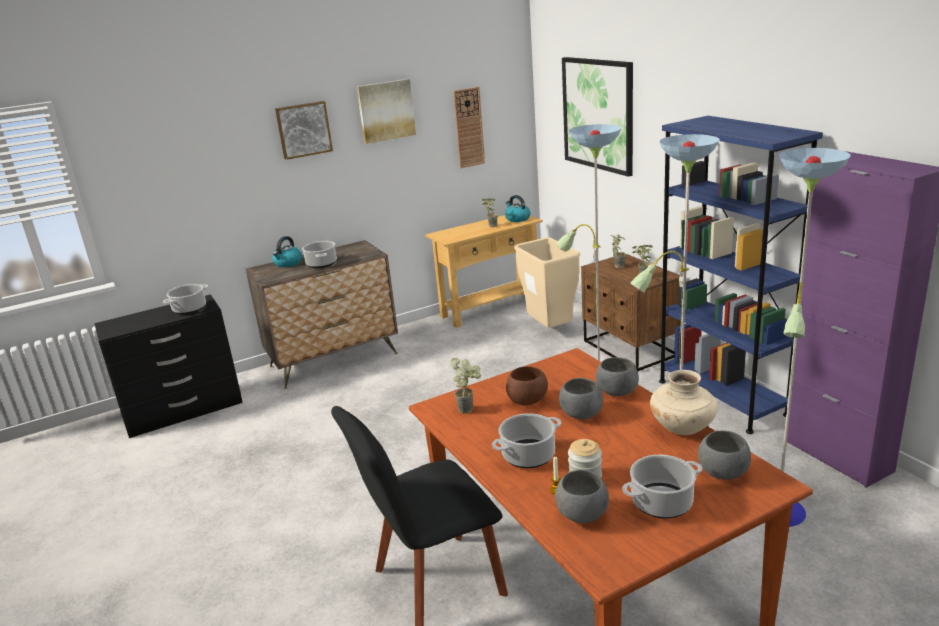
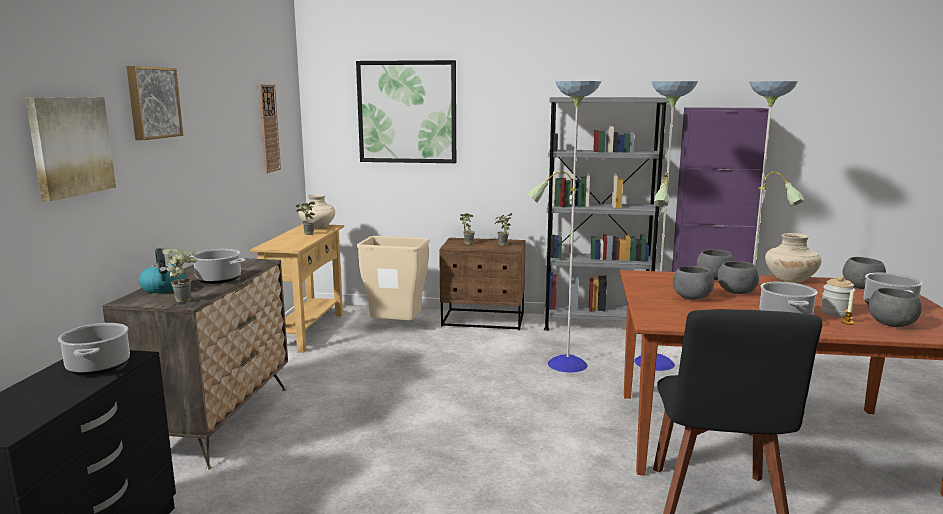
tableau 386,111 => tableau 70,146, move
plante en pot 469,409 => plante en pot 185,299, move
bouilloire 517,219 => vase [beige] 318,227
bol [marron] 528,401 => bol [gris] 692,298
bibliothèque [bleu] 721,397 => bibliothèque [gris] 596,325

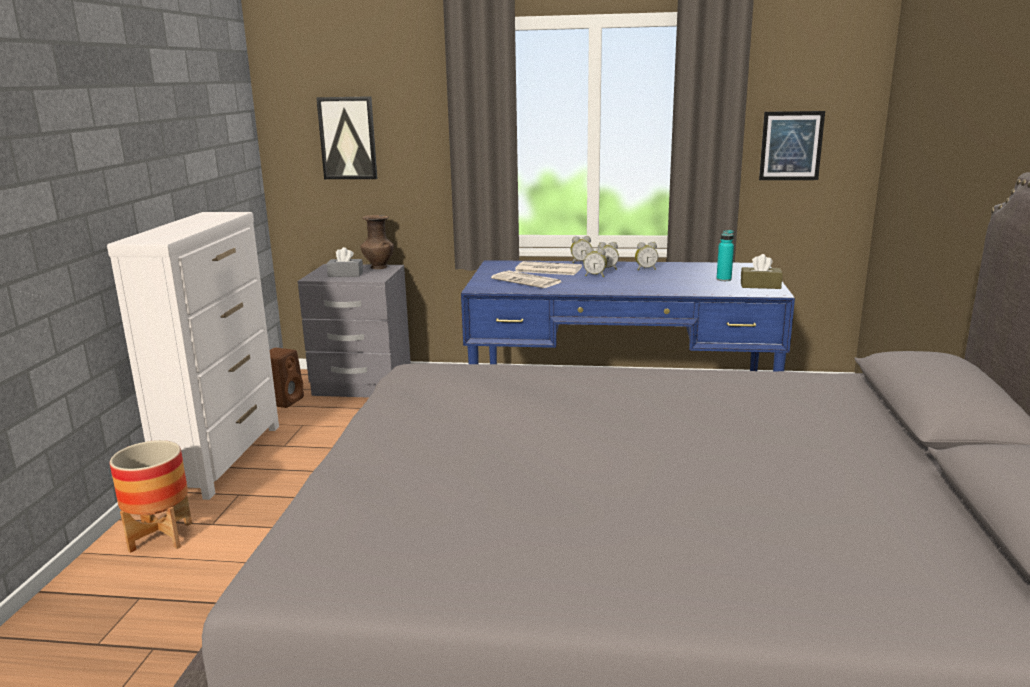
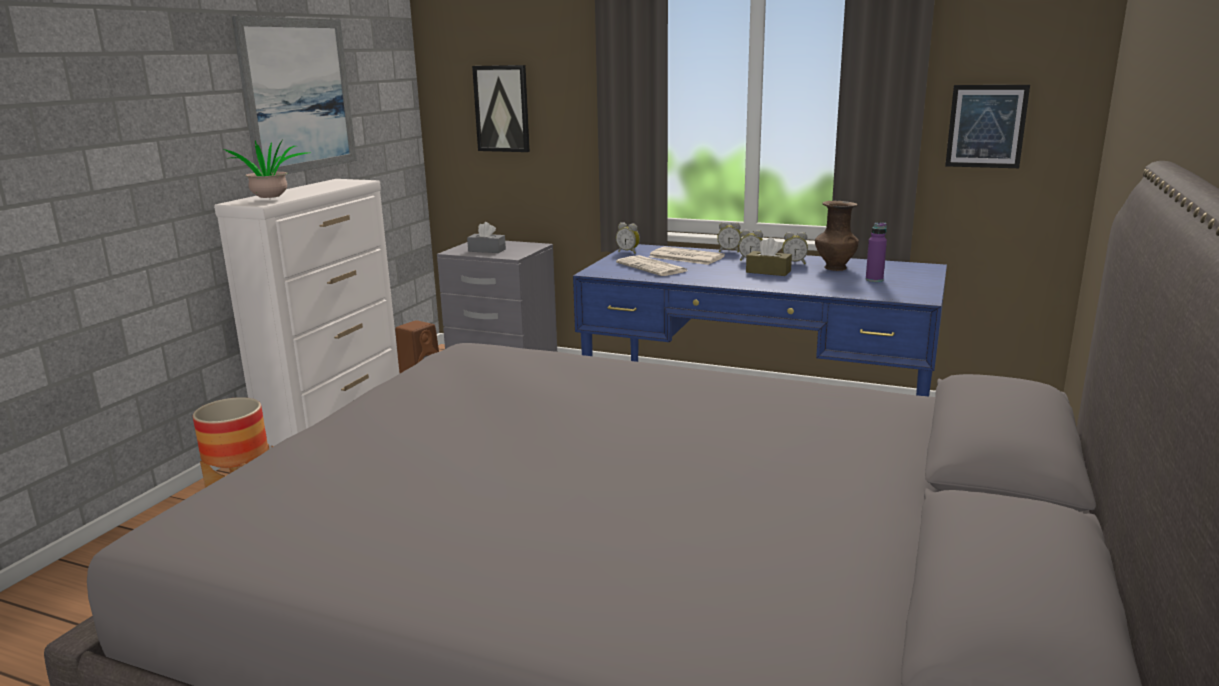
vase [marron] 378,267 => vase [marron] 834,268, move
réveil 595,276 => réveil 628,252, move
bouteille [turquoise] 723,279 => bouteille [violet] 874,280
boîte à mouchoirs [marron] 760,286 => boîte à mouchoirs [marron] 768,272, move
nothing => plante en pot 270,200
nothing => tableau 298,95

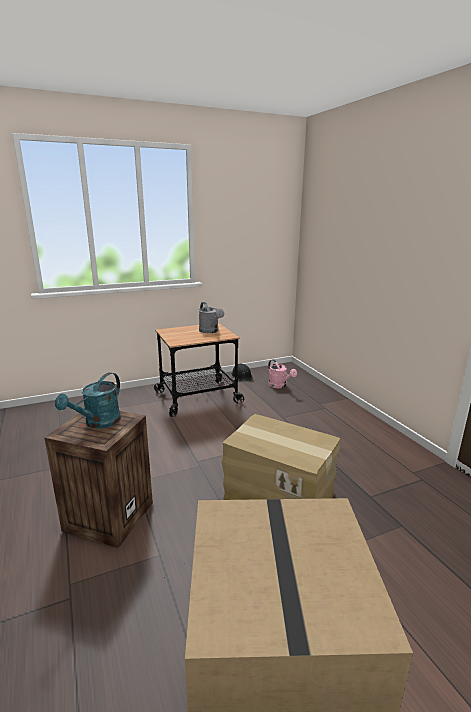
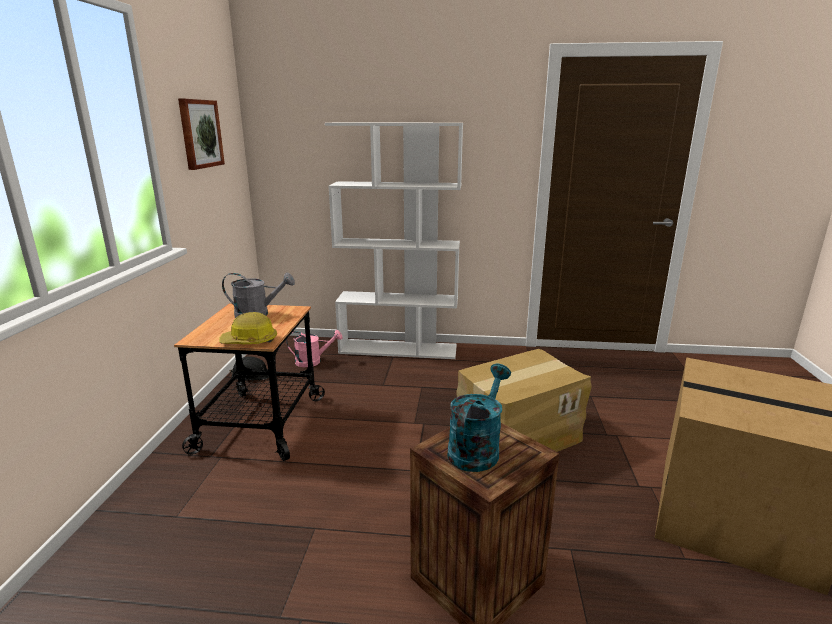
arrosoir [turquoise] 98,423 => arrosoir [turquoise] 477,448, 120 degrees counterclockwise
nothing => tableau 200,134
nothing => casque de chantier 250,341
nothing => bibliothèque [blanc] 399,349

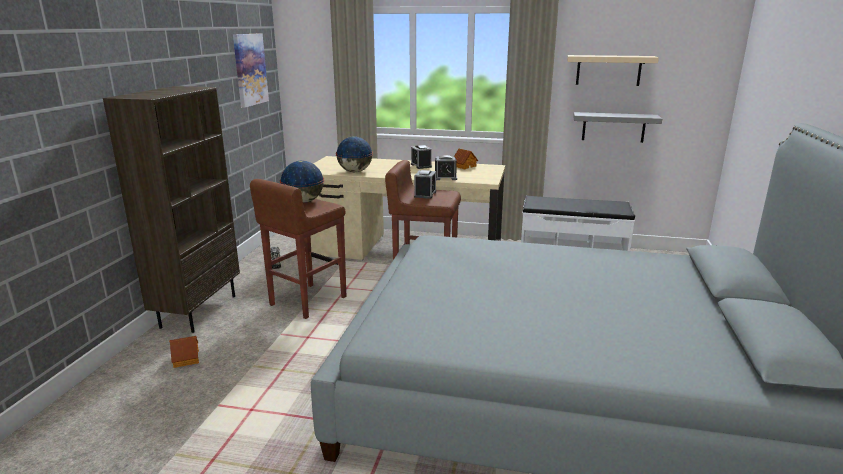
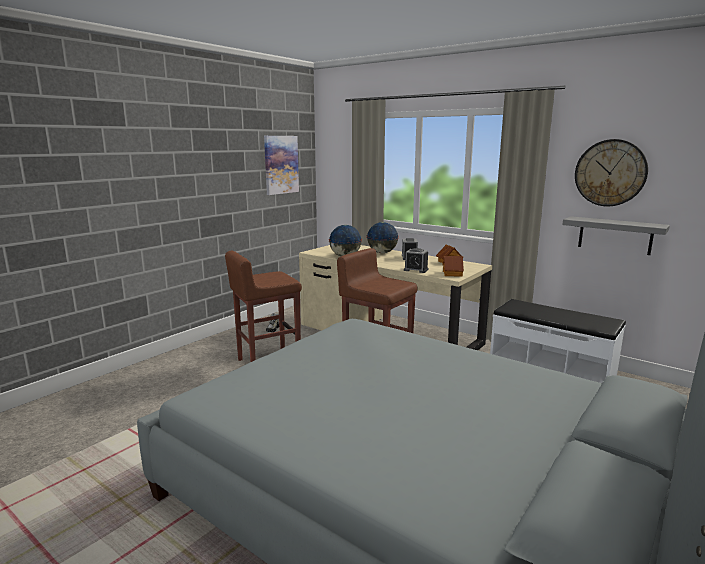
bibliothèque [marron] 198,311 => nothing
maison miniature 187,359 => maison miniature 452,273, move
globe 303,201 => globe 382,252, move
réveil 425,194 => nothing
étagère [beige] 608,70 => horloge murale 610,173

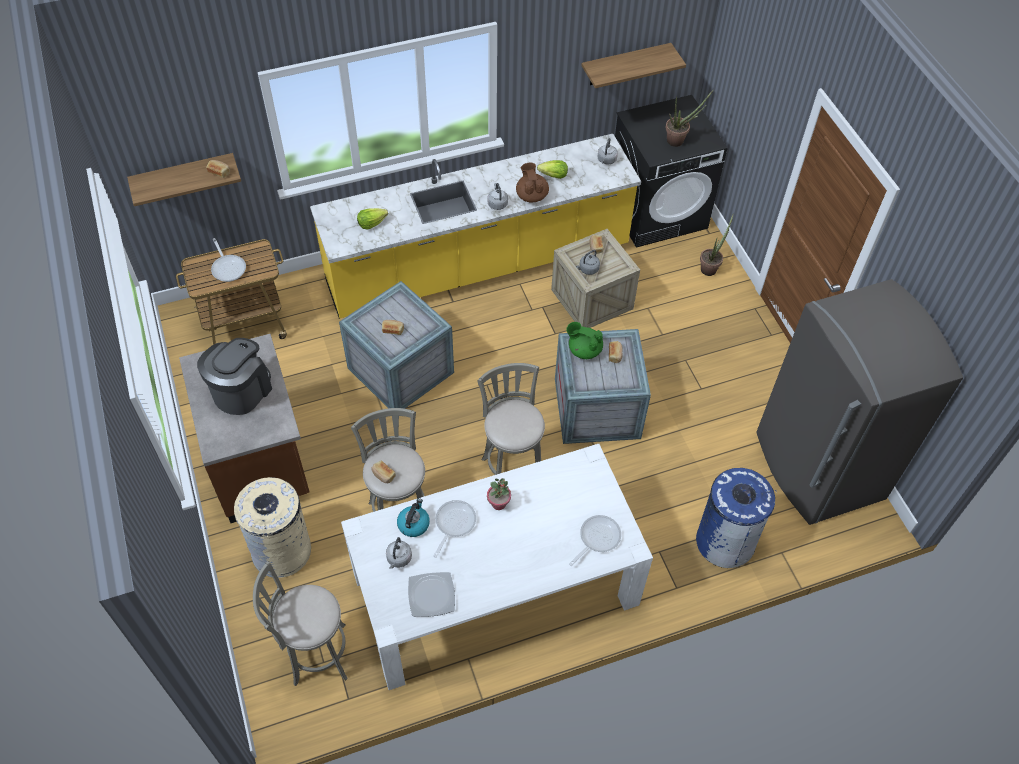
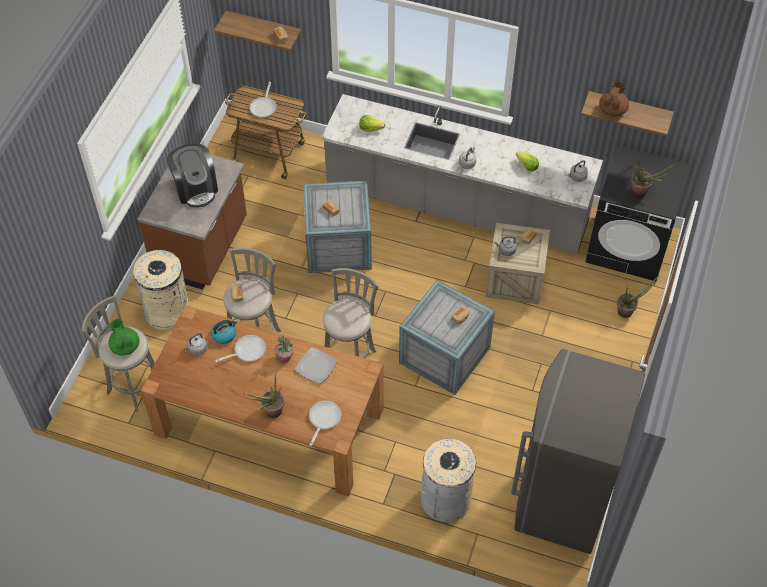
machine à café 241,390 => machine à café 195,188, 90 degrees clockwise
comptoir de cuisine [jaune] 478,266 => comptoir de cuisine [gris] 456,207
table à manger [blanc] 495,588 => table à manger [marron] 269,421
assiette 431,595 => assiette 316,366, move
théière [marron] 531,195 => théière [marron] 612,110, move
théière [vert] 584,350 => théière [vert] 125,346, move
poêle 597,538 => poêle 323,419, 60 degrees counterclockwise
poubelle [bleu] 725,541 => poubelle [beige] 446,499
nothing => plante en pot 270,412

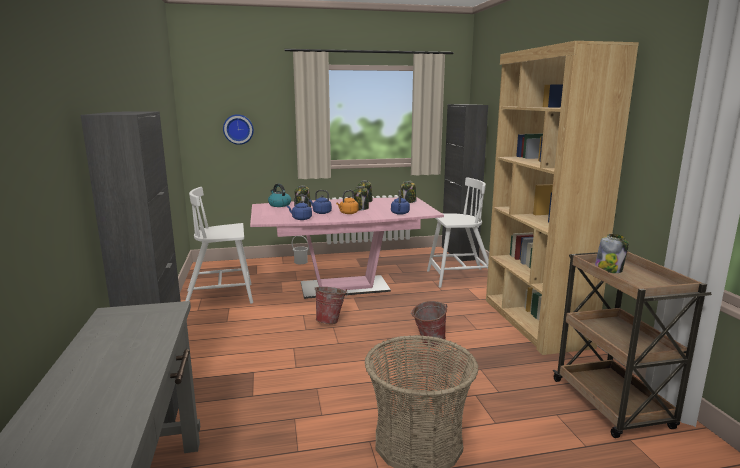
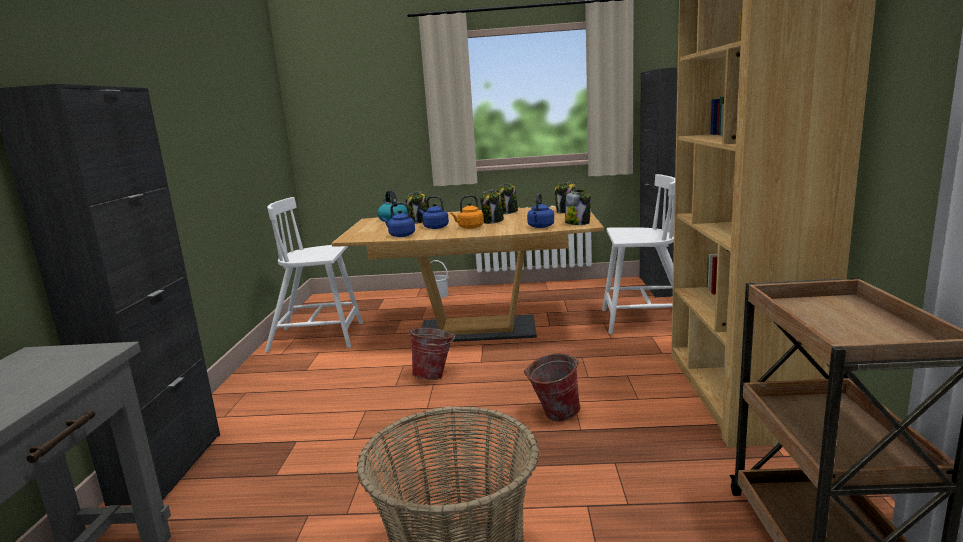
horloge murale 238,129 => nothing
table à manger [rose] 344,287 => table à manger [marron] 477,330
bocal 609,269 => bocal 578,223, move

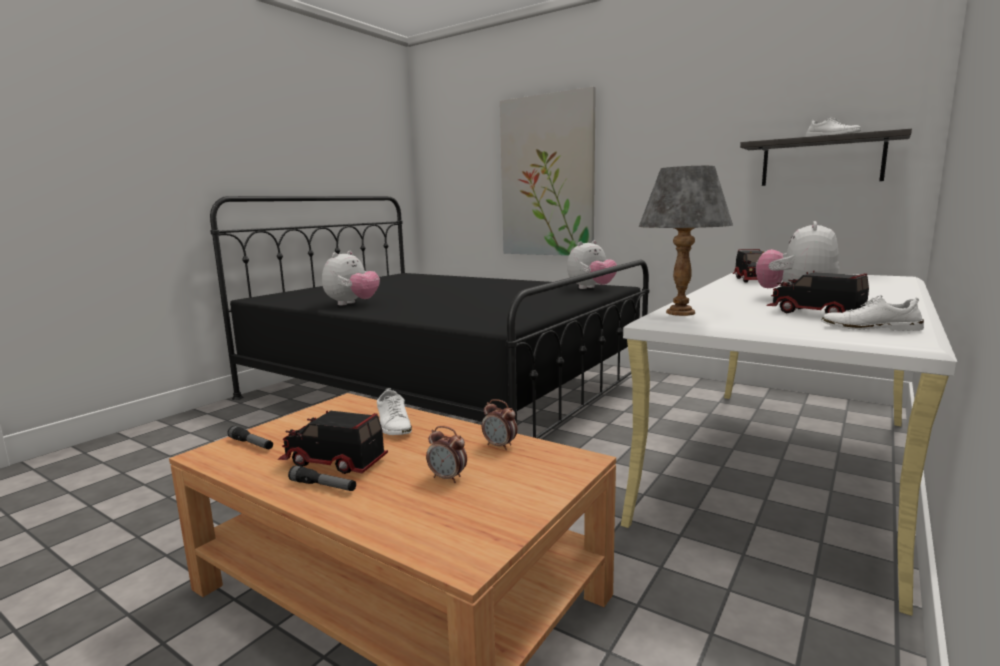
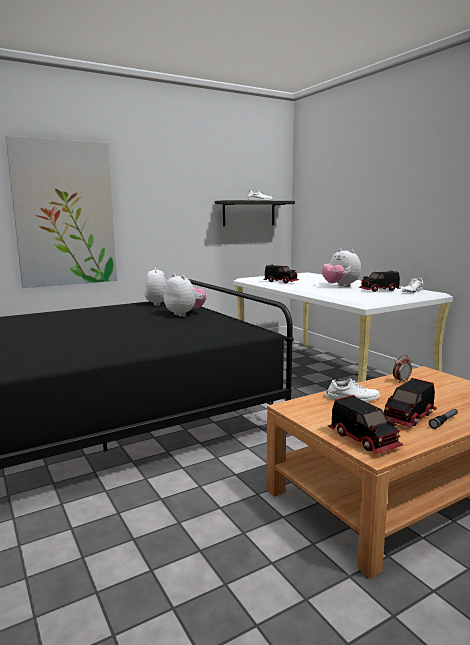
lampe de poche 251,444 => camion jouet 364,439
peluche 352,304 => peluche 184,314, move
réveil 447,478 => nothing
lampe de table [gris] 680,312 => nothing

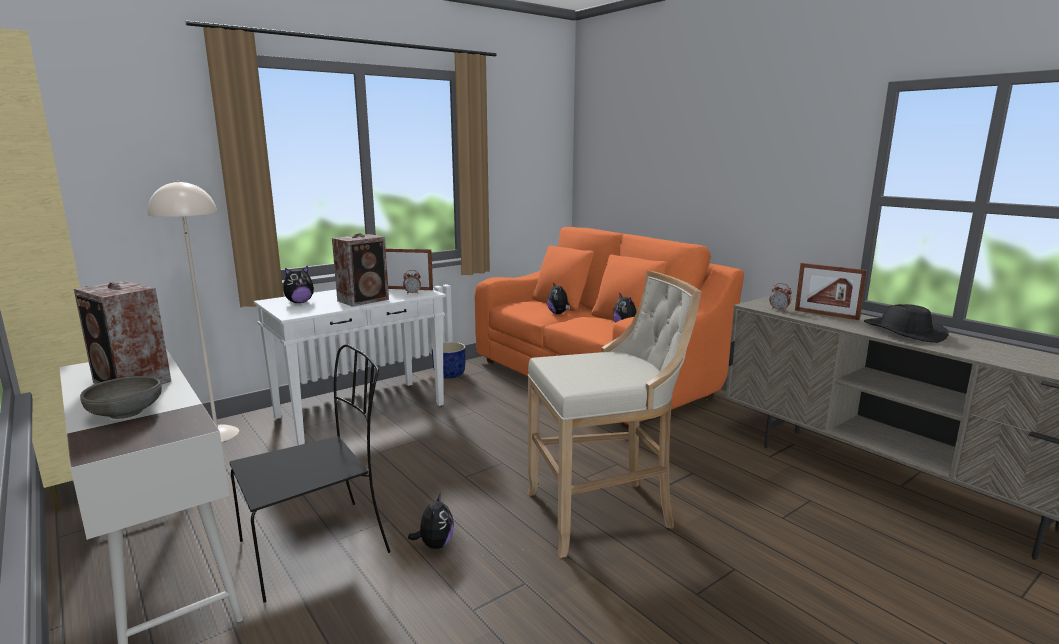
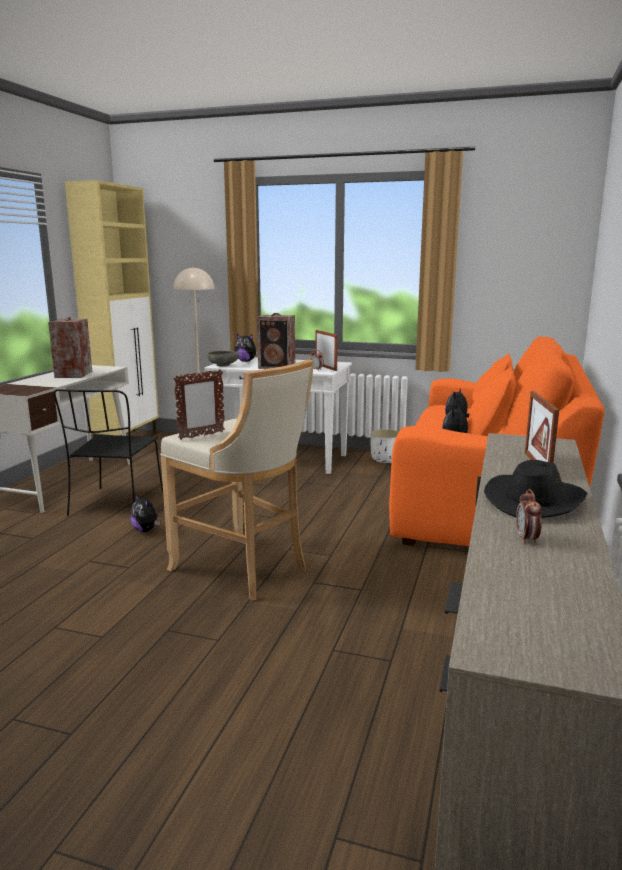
bol [gris] 126,413 => bol [gris] 223,365, move
chaise [noir] 318,546 => chaise [noir] 116,504, 75 degrees clockwise
peluche 435,544 => peluche 146,530, 75 degrees clockwise
cache-pot [bleu] 450,374 => cache-pot [blanc] 385,460
réveil 779,310 => réveil 527,539, move
nothing => cadre photo 201,436

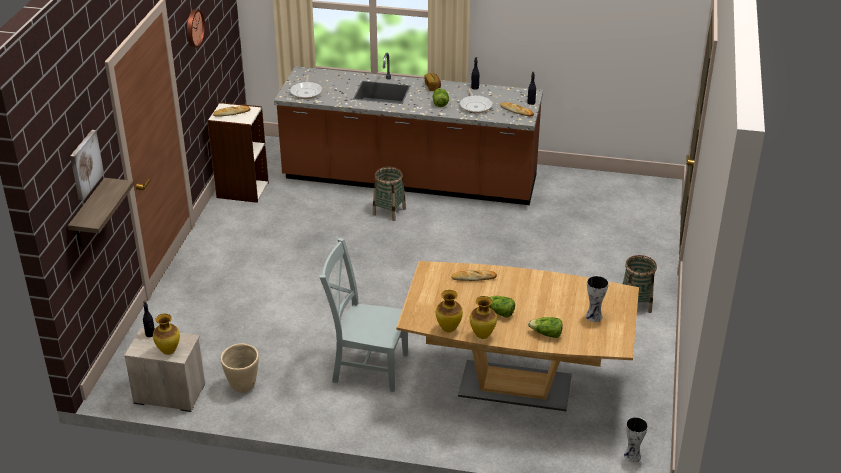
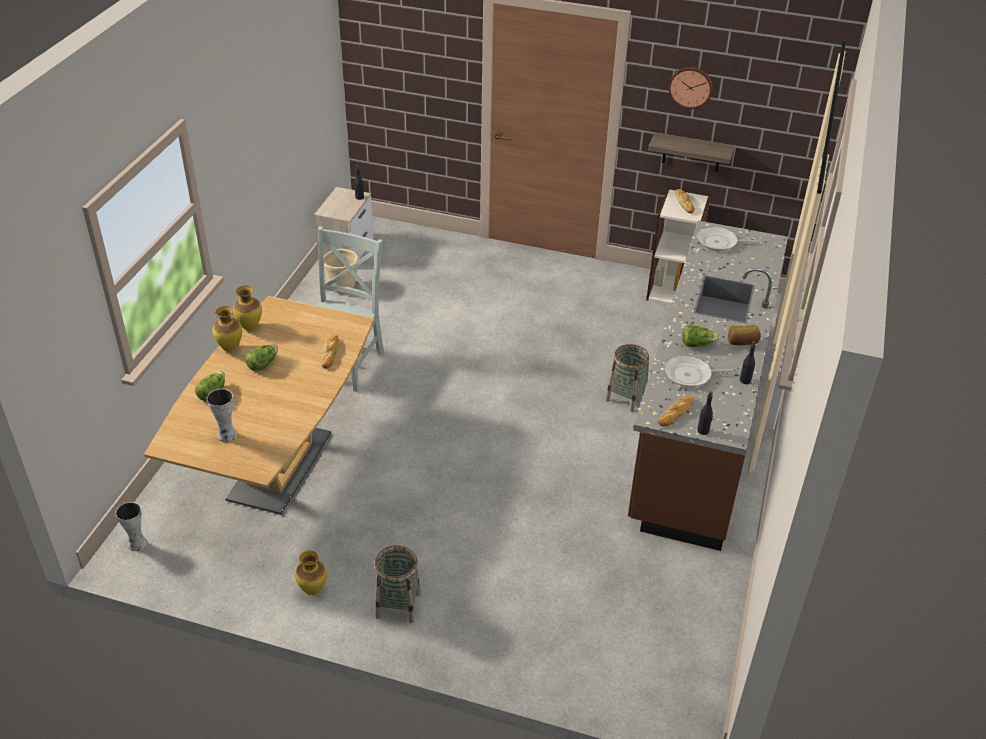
étagère 89,214 => étagère 691,153, move
tableau 85,164 => nothing
vase 169,351 => vase 312,590, move

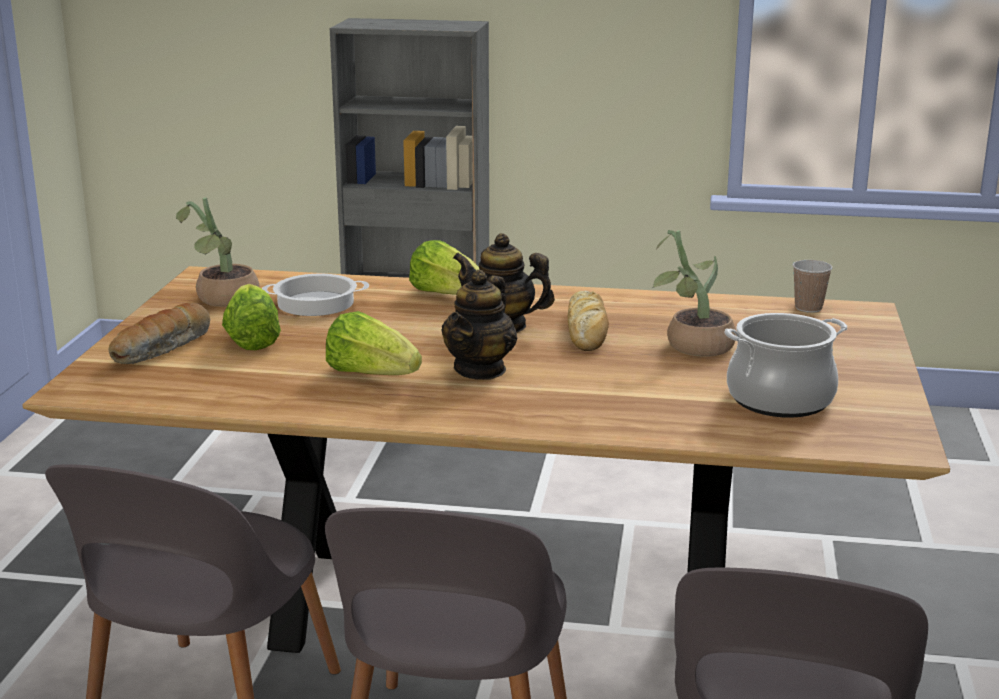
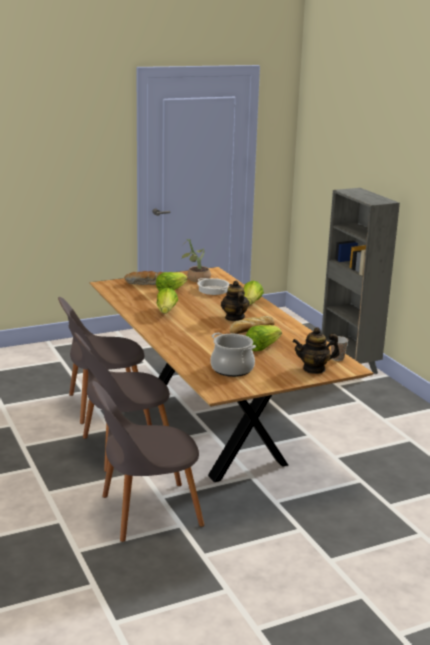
théière 480,370 => théière 314,369, move
plante en pot 691,346 => laitue 262,347

